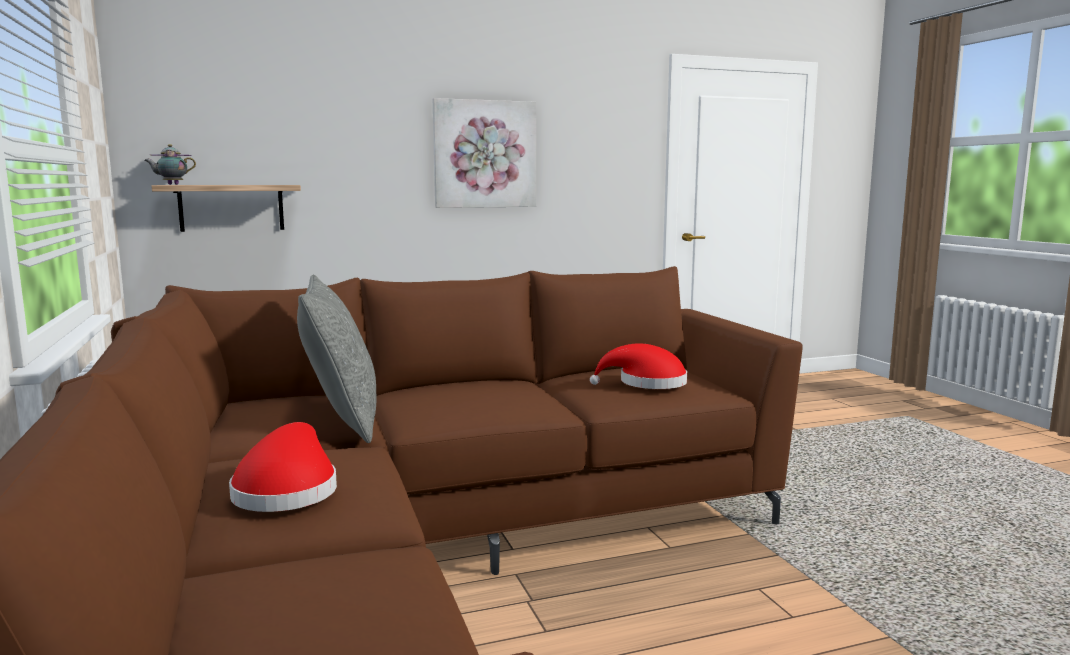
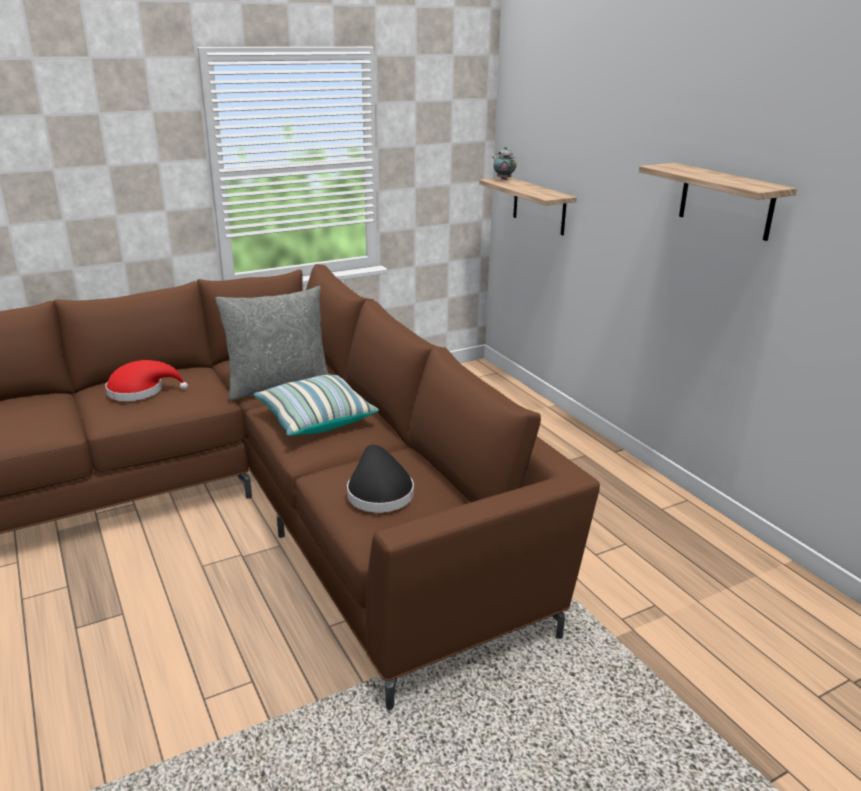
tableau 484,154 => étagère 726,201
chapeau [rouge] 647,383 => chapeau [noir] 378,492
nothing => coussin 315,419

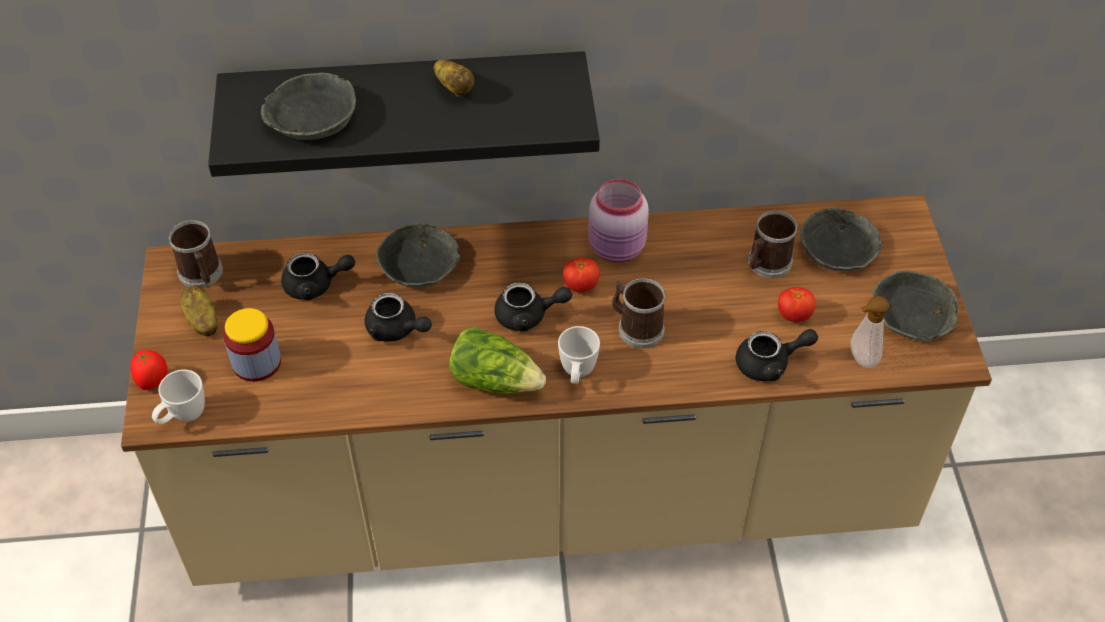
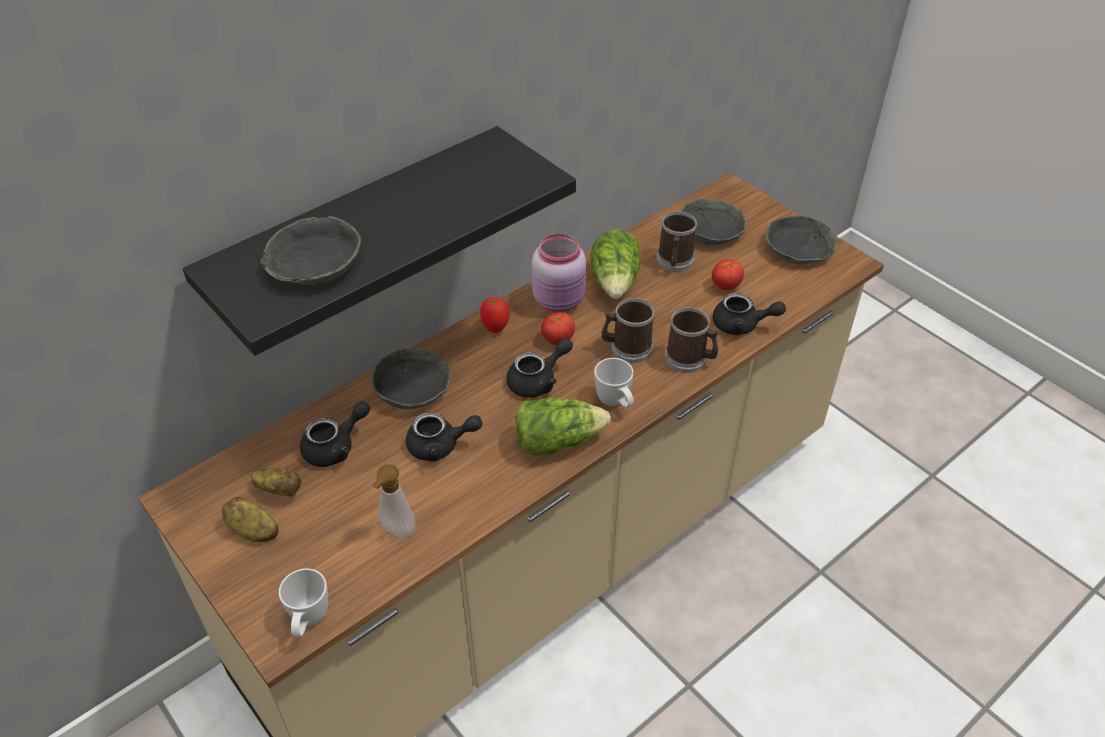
tomate 153,382 => tomate 495,327, move
mug 202,275 => mug 690,359, move
bocal 257,362 => nothing
pomme de terre 454,88 => pomme de terre 279,490, move
théière [noir] 770,364 => théière [noir] 742,325, 60 degrees clockwise
distributeur de savon 860,359 => distributeur de savon 396,531, move
nothing => laitue 615,282

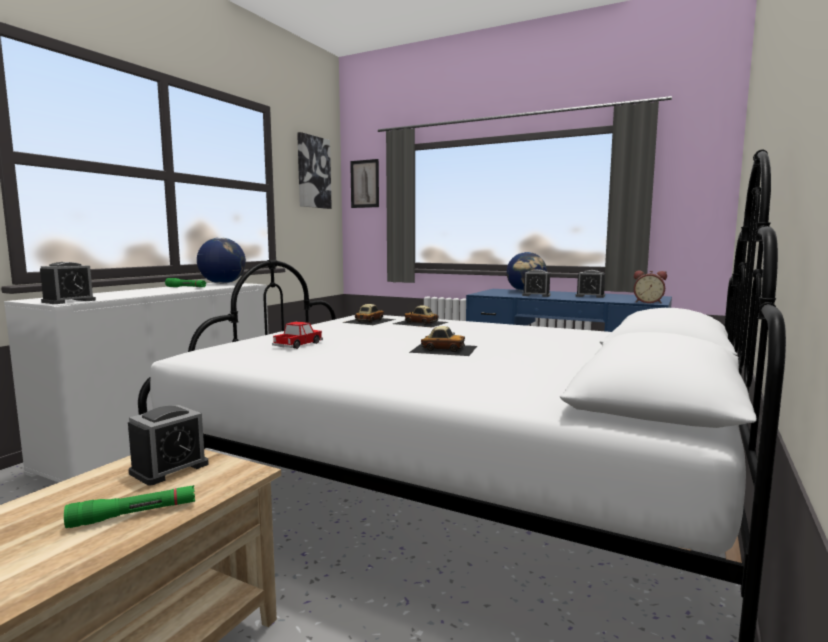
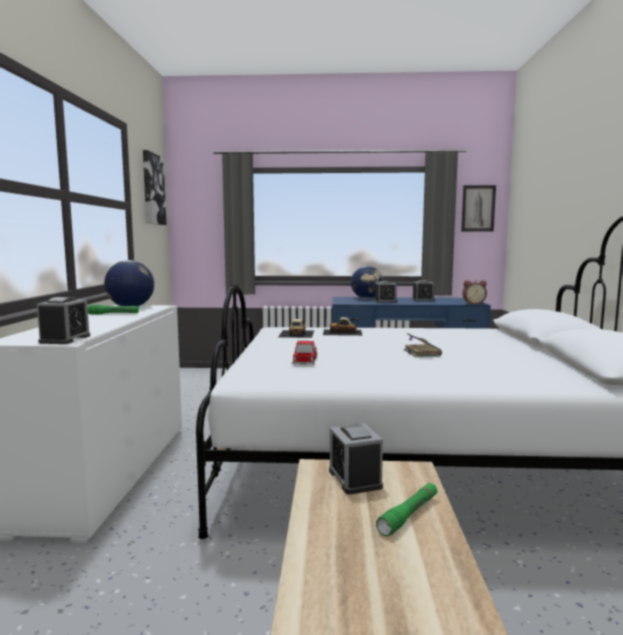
réveil 169,468 => réveil 354,479, 150 degrees clockwise
tableau 365,184 => tableau 478,208, move
petite voiture 443,349 => livre 421,353

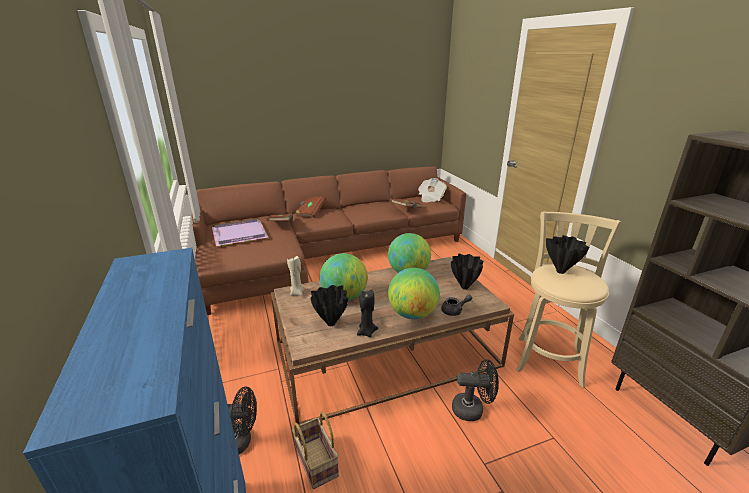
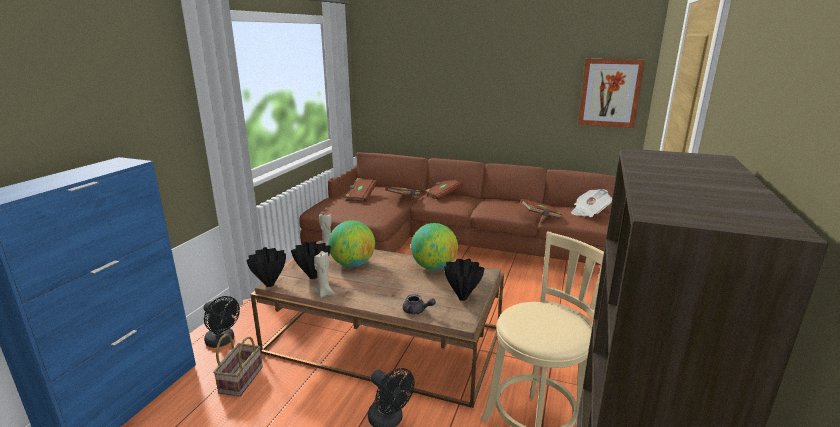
plateau [violet] 239,234 => livre [marron] 361,196
bougie [noir] 366,332 => bougie [beige] 324,293
globe 412,314 => nothing
vase [noir] 561,272 => vase [noir] 270,285, move
nothing => tableau 610,93

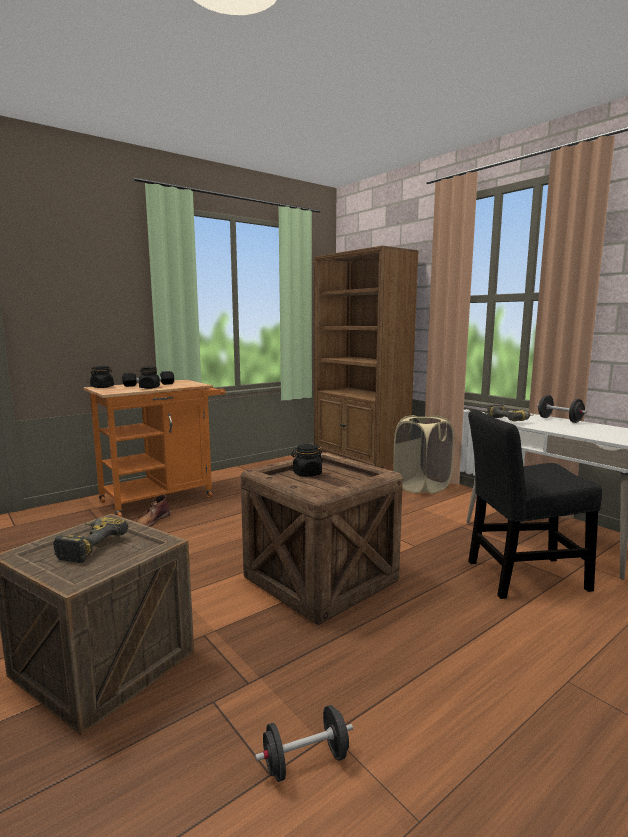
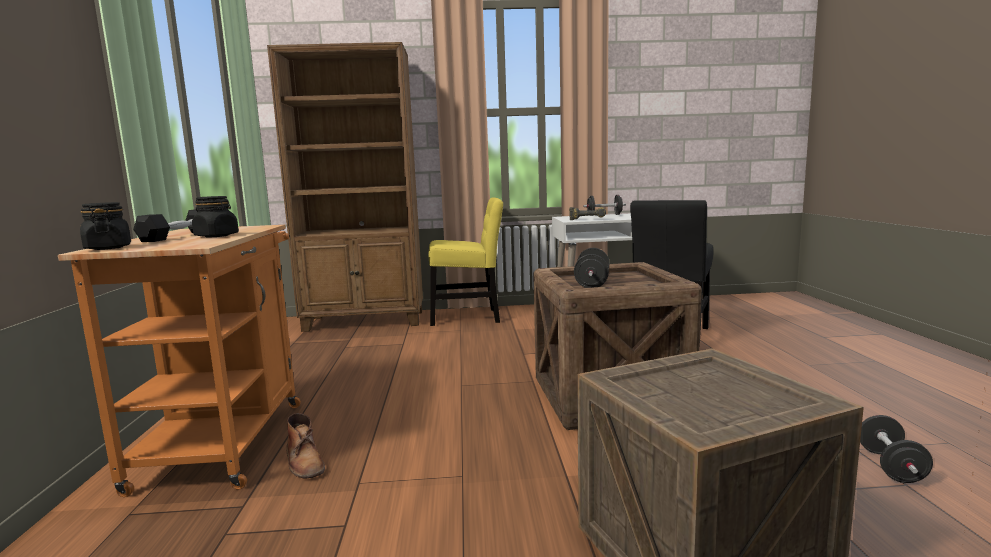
perceuse 88,546 => nothing
bocal [noir] 307,474 => haltère [noir] 592,283
panier à linge [beige] 422,487 => chaise [jaune] 469,317

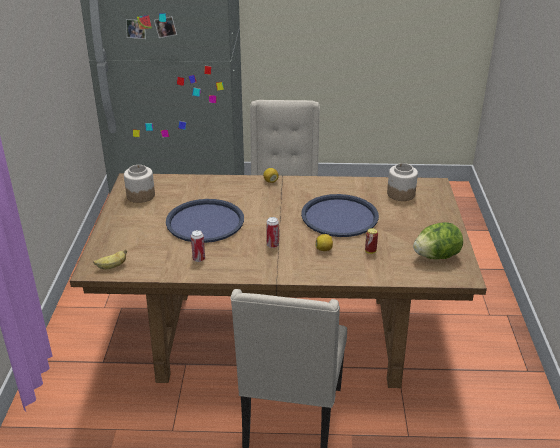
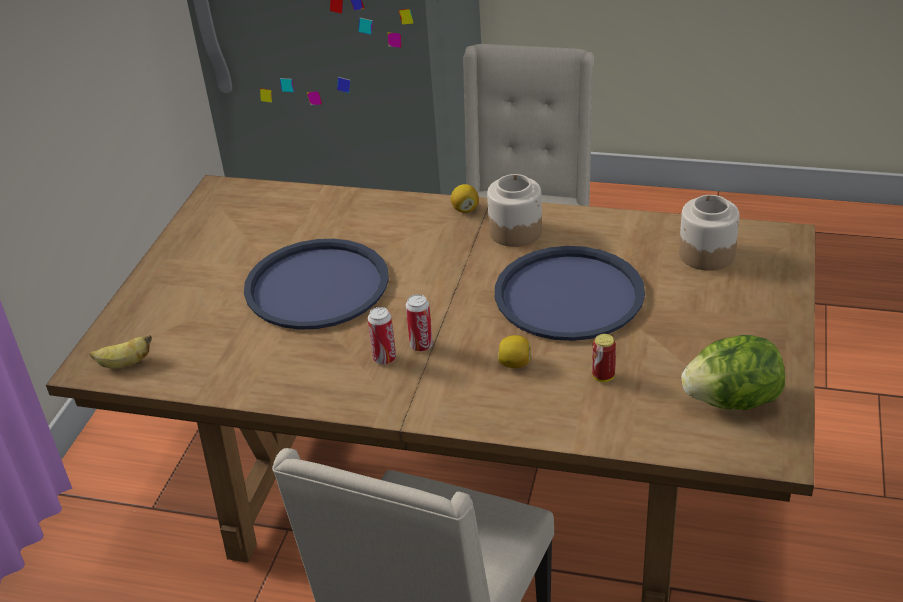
bocal 140,195 => bocal 515,231, move
boîte métallique 199,259 => boîte métallique 384,358, move

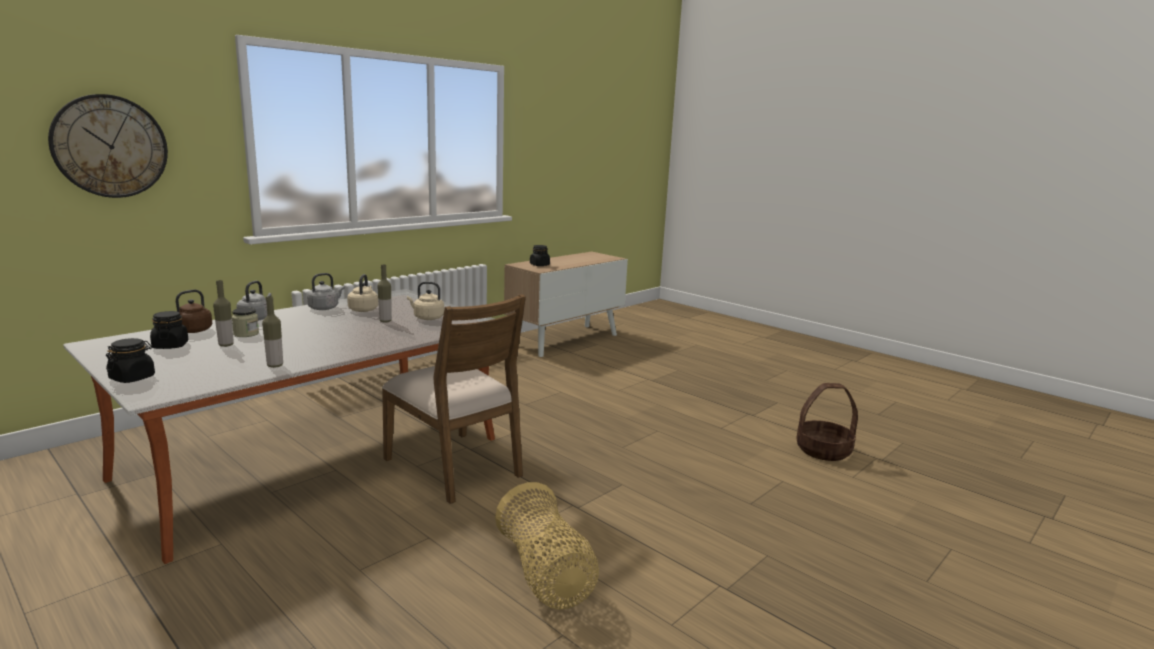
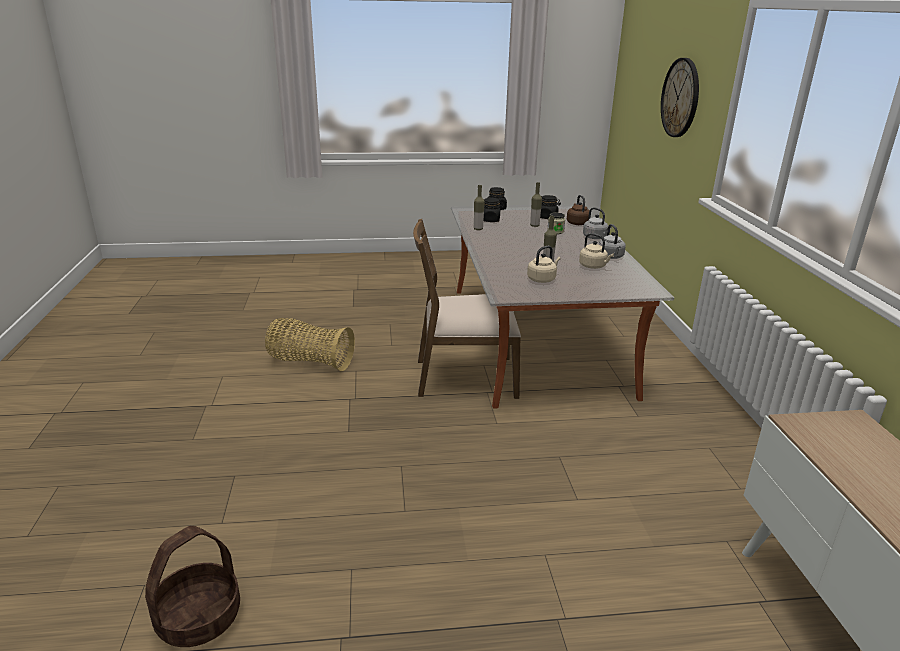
bocal [noir] 539,265 => bocal [noir] 490,220, move

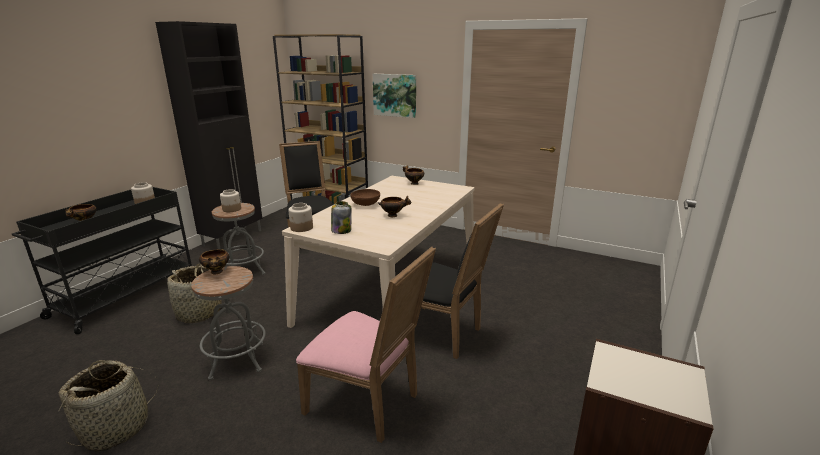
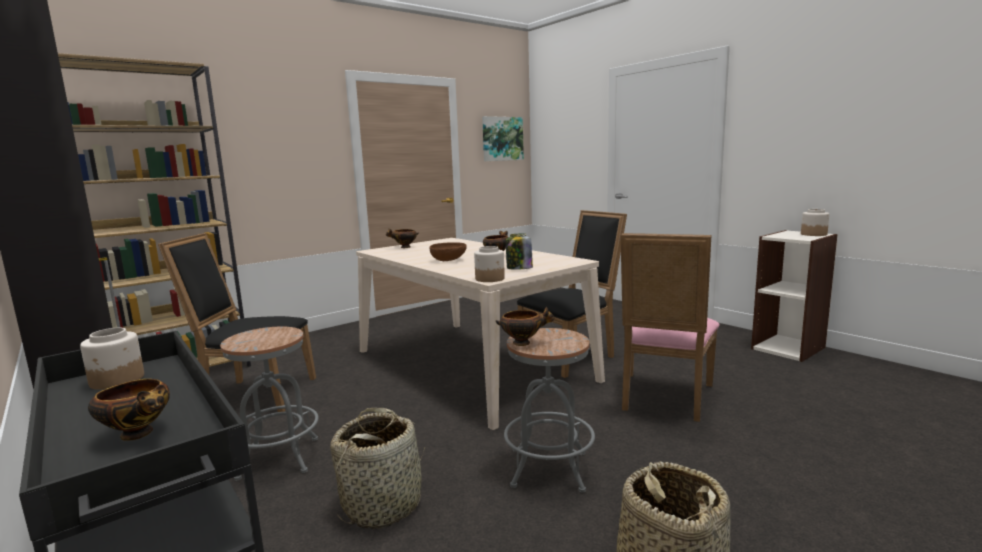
bocal 232,209 => bocal 813,234, move
chaise [rose] 368,403 => chaise [rose] 663,399, 150 degrees clockwise
tableau 395,95 => tableau 502,139, move

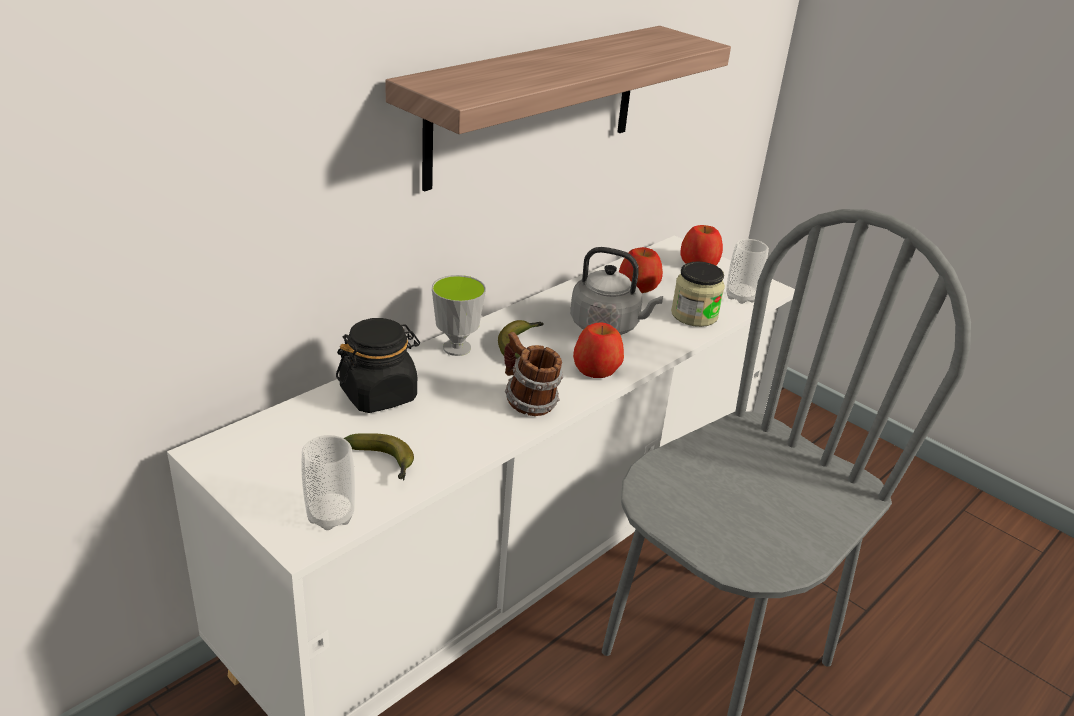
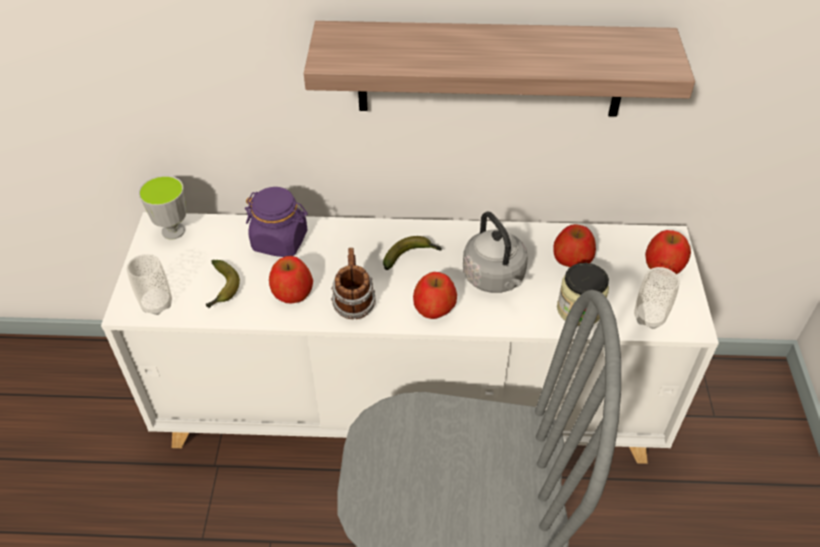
bocal [noir] 379,394 => bocal [violet] 280,241
tasse 457,348 => tasse 173,231, move
nothing => pomme 292,291

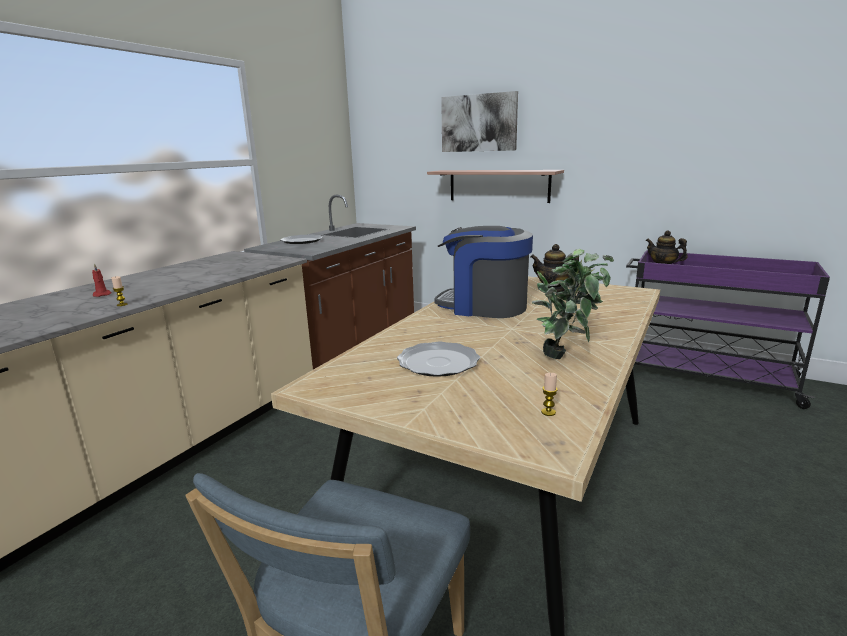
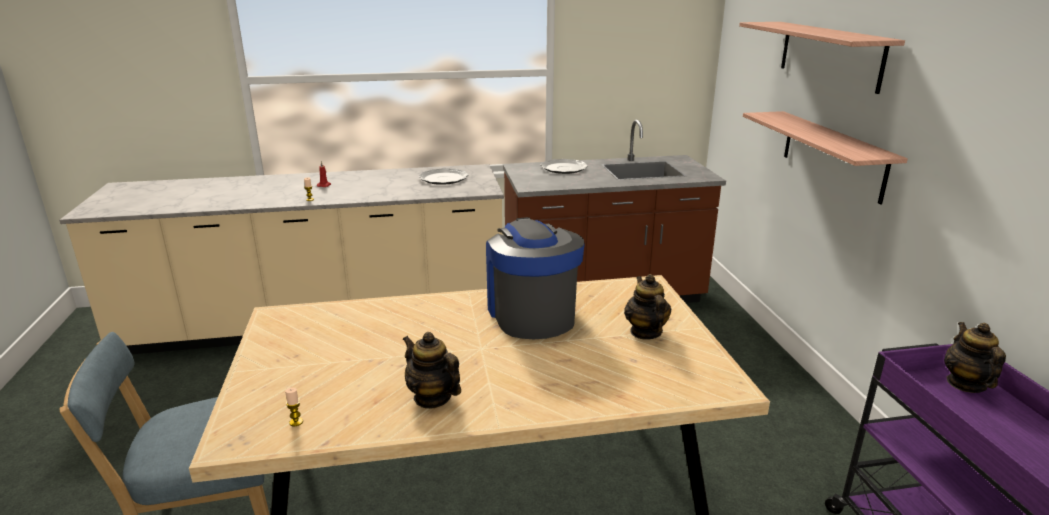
assiette 438,362 => assiette 443,178, move
tableau 479,123 => étagère 829,54
plante en pot 567,356 => théière 432,397

